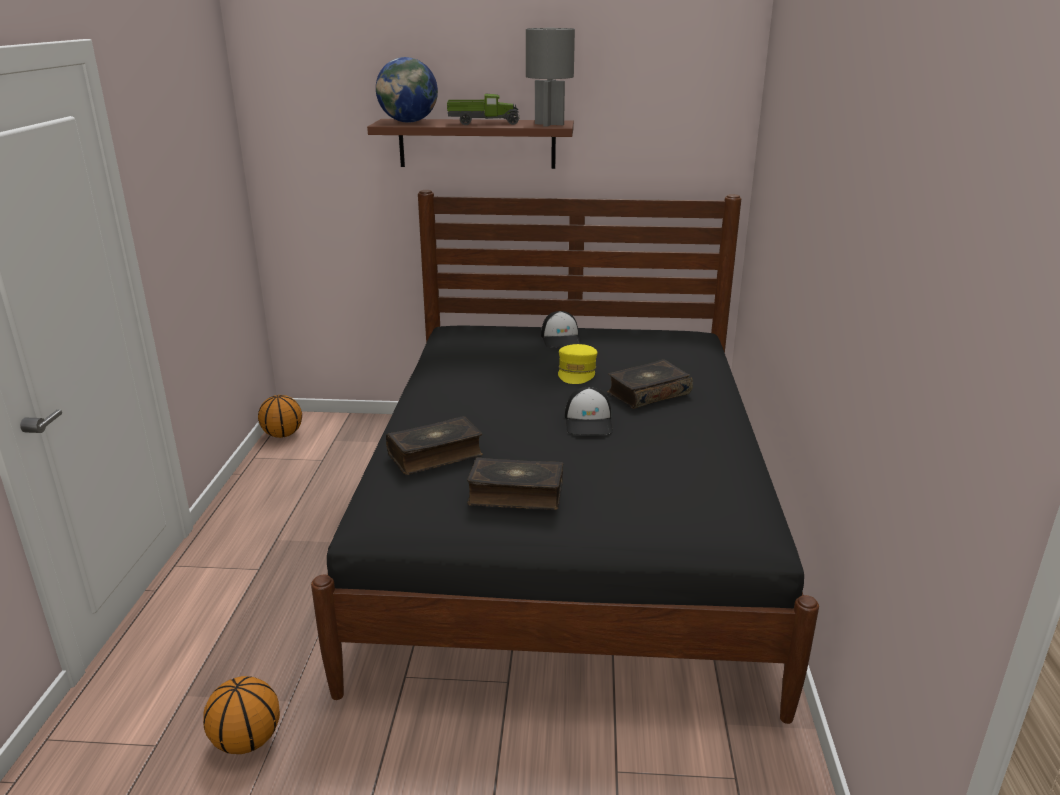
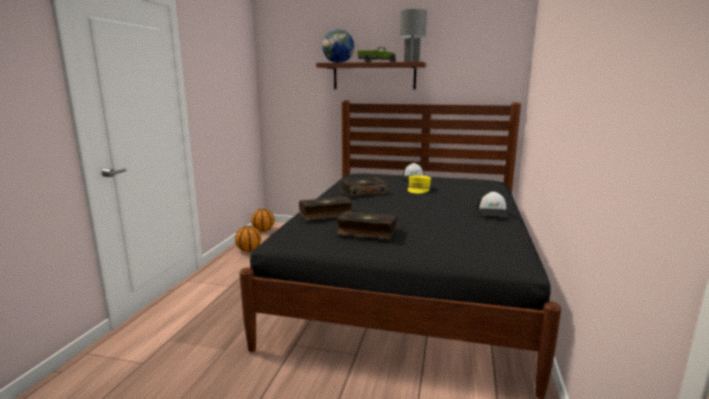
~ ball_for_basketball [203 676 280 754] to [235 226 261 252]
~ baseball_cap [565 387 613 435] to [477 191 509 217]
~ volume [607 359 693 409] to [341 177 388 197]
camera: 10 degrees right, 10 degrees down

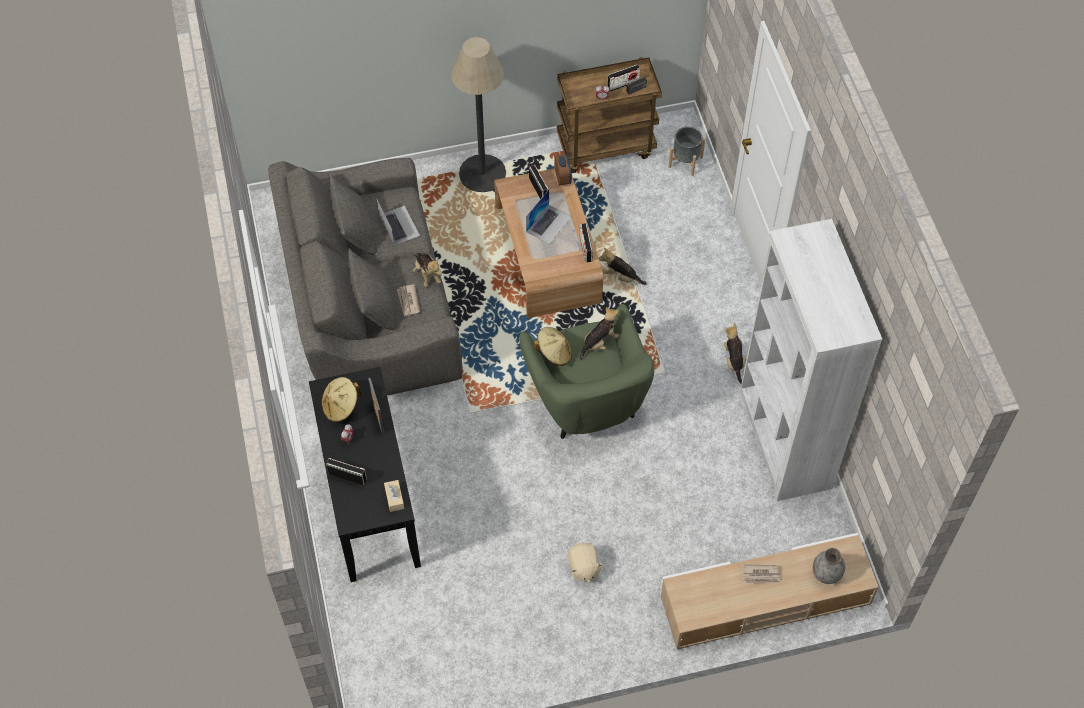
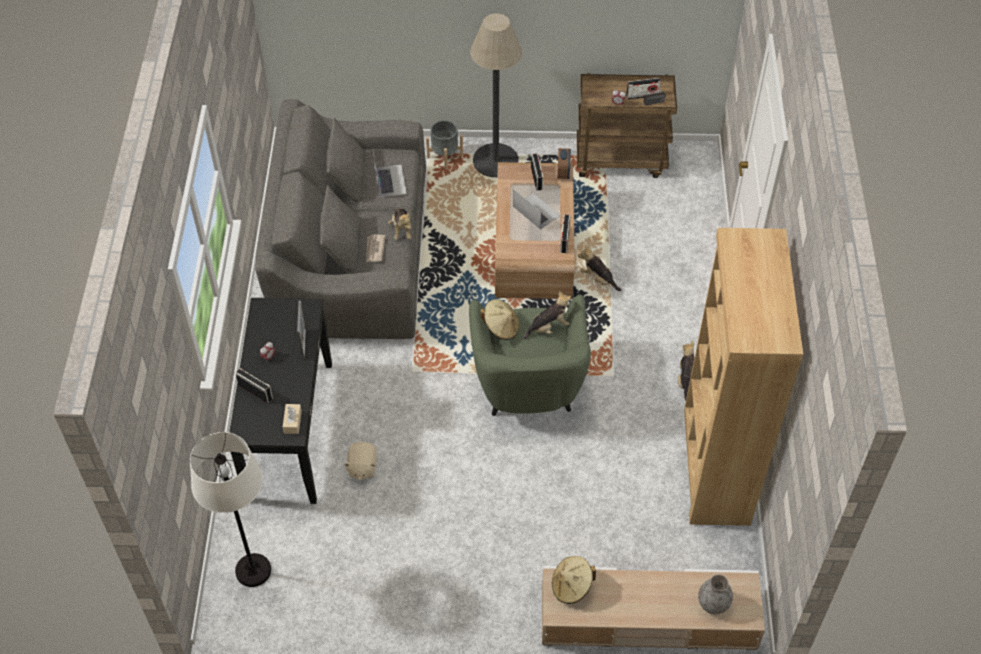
~ beige_wearable_hat [322 377 361 422] to [552 556 596 604]
~ portable_computer [526 189 571 244] = [513 189 560 230] 90 degrees counterclockwise
~ beige_cuddly_toy [568 543 603 583] to [344 442 377 480]
~ gray_plant_pot [668 127 705 176] to [426 120 463 170]
~ white_bookshelf [740 219 882 501] to brownish_bookshelf [684 228 803 526]
- newspaper [743 564 780 583]
+ white_floor_lamp [190 432 271 587]
camera: 15 degrees right, 5 degrees down

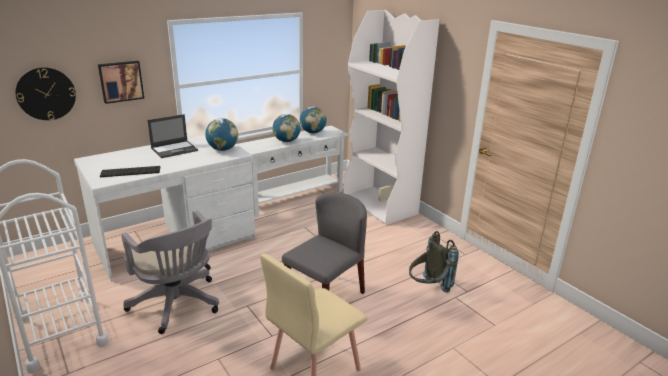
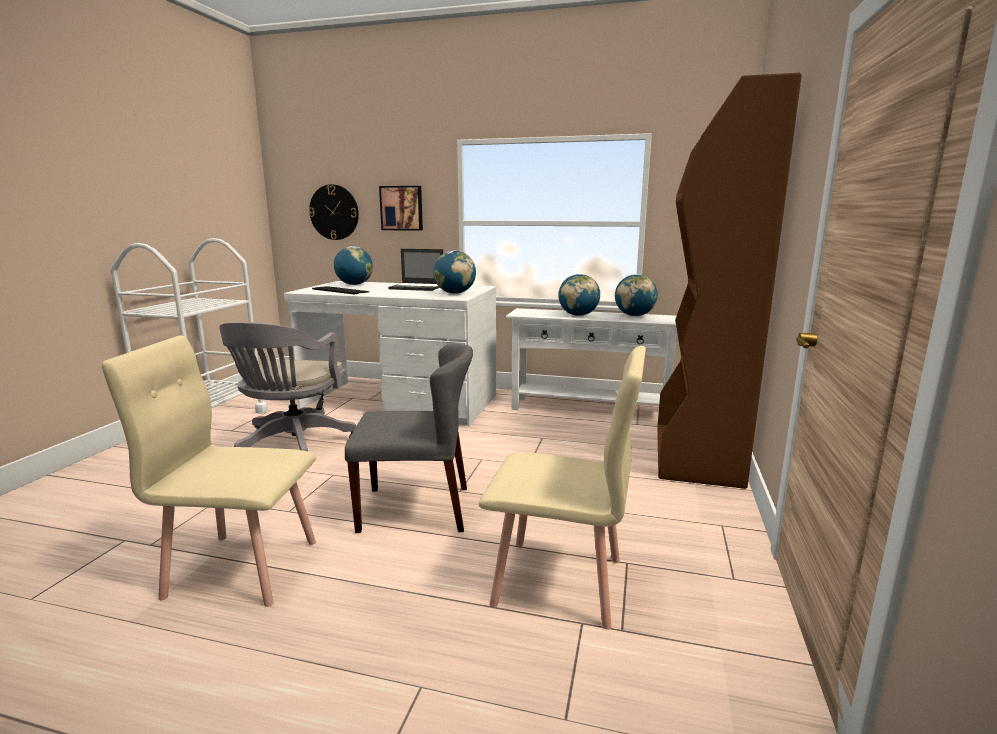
~ white_bookshelf [343 10 440 225] to brownish_bookshelf [657 73 802 489]
~ gray_backpack [409 231 459 293] to beige_plain_chair [479 346 646 630]
+ desk_globe [334 246 373 285]
camera: 50 degrees right, 10 degrees down

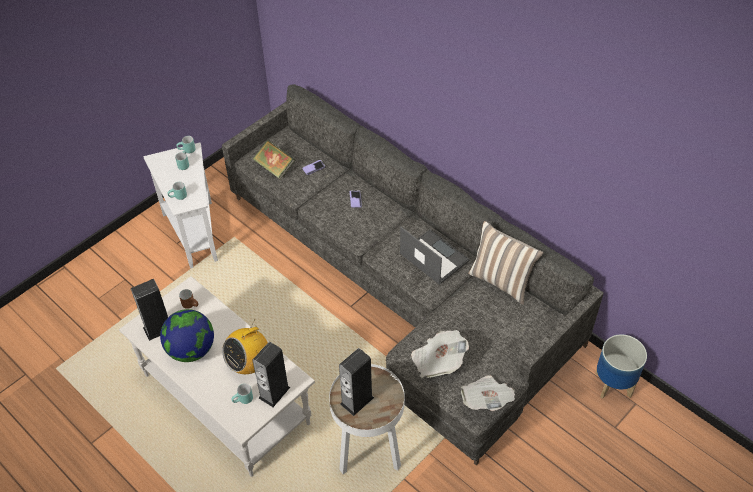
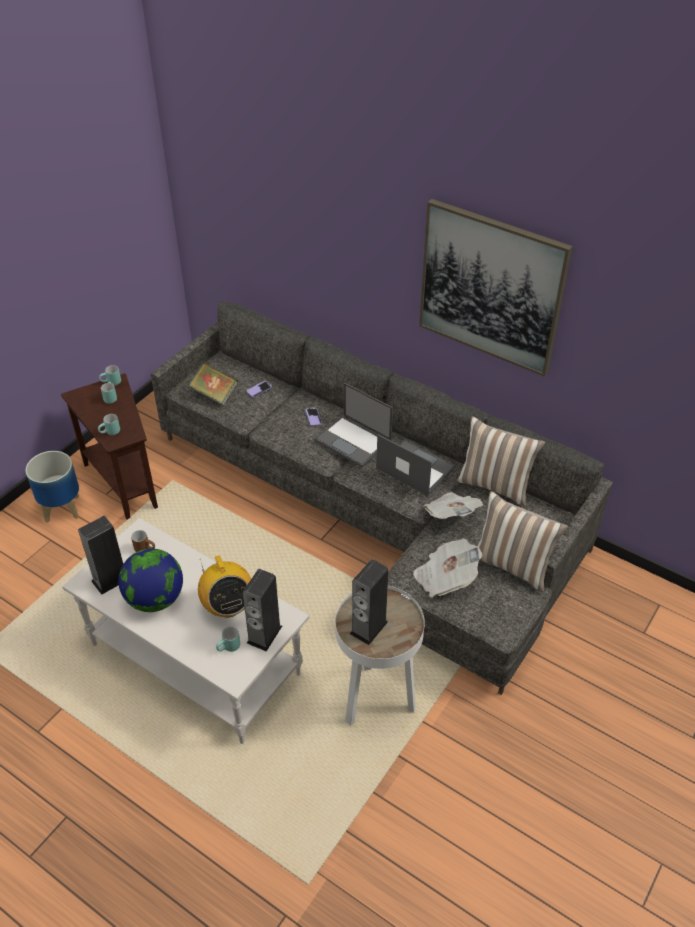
~ white_accent_table [144 143 218 269] to brownish_accent_table [61 373 158 520]
~ radio_set [222 319 268 374] = [198 556 251 617] 60 degrees counterclockwise
~ newspaper [461 375 515 411] to [424 492 483 519]
~ plant_pot [595 334 647 399] to [26 451 79 523]
+ portable_computer [315 382 393 468]
+ picture [419 199 573 377]
+ pillow [477 491 568 592]
camera: 10 degrees left, 5 degrees down

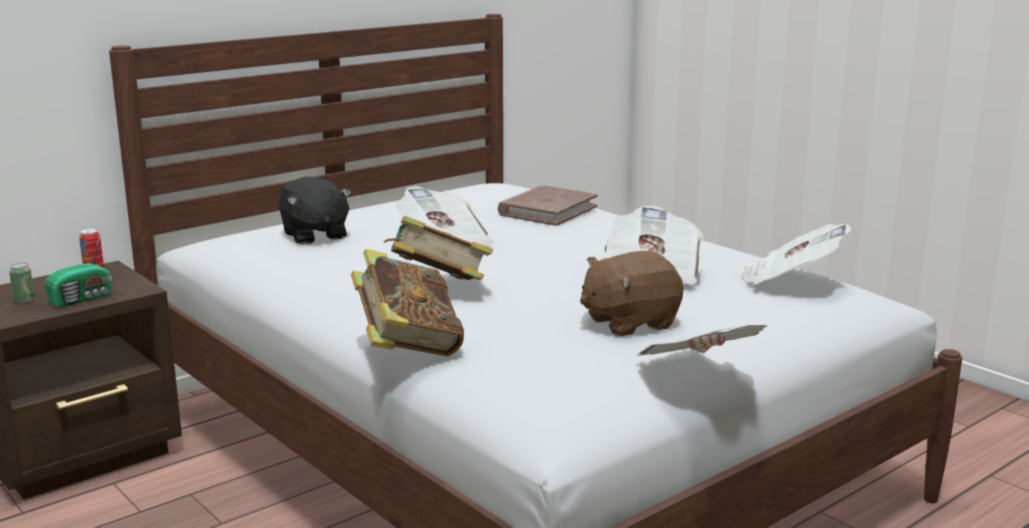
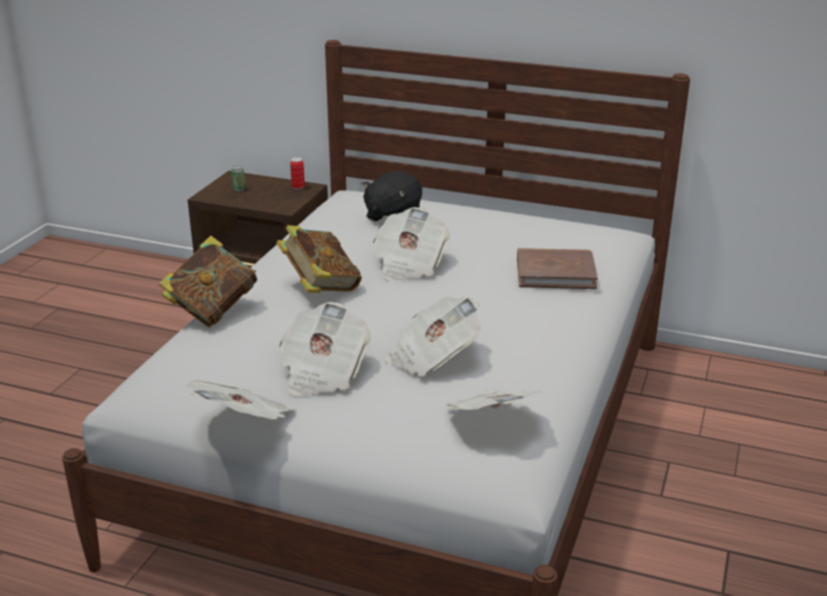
- radio_set [45 233 112 308]
~ brownish_cuddly_toy [580 251 683 336] to newspaper [279 302 371 397]
camera: 60 degrees right, 10 degrees up

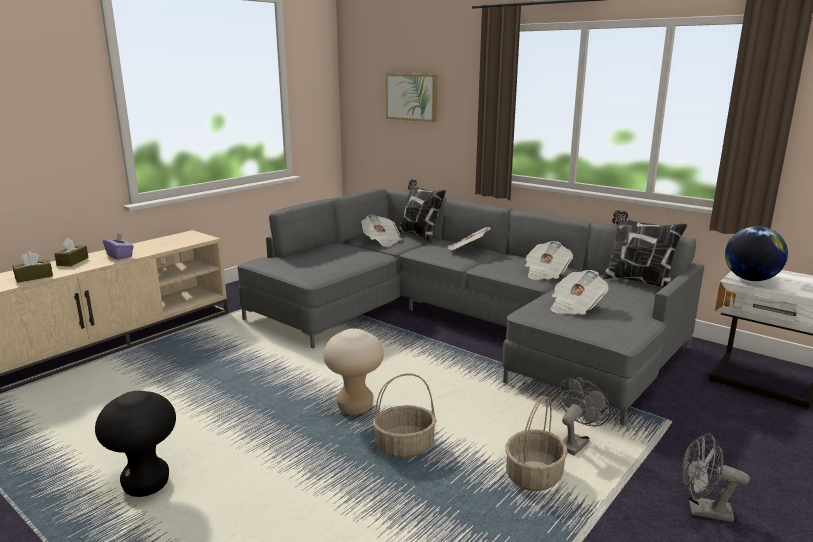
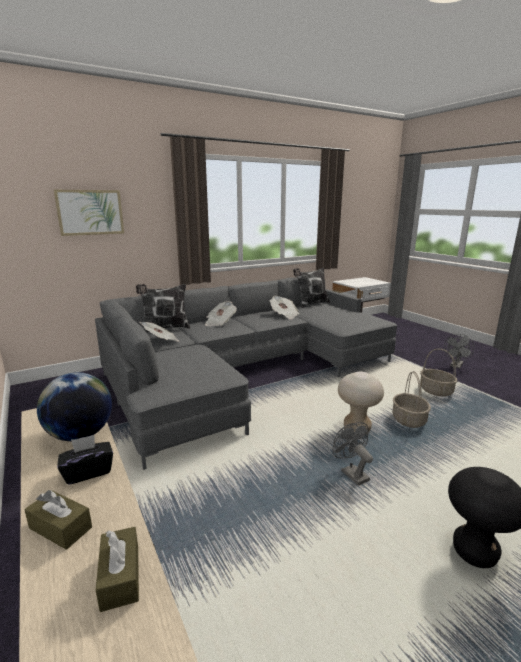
~ purple-coloured_tissue_box [103 233 134 260] to blackish_tissue_box [57 435 113 485]
- newspaper [551 270 608 315]
~ gray_cooling_fan [558 377 610 456] to [333 422 373 485]
~ desk_globe [725 226 788 281] to [37 372 112 441]
camera: 70 degrees left, 0 degrees up

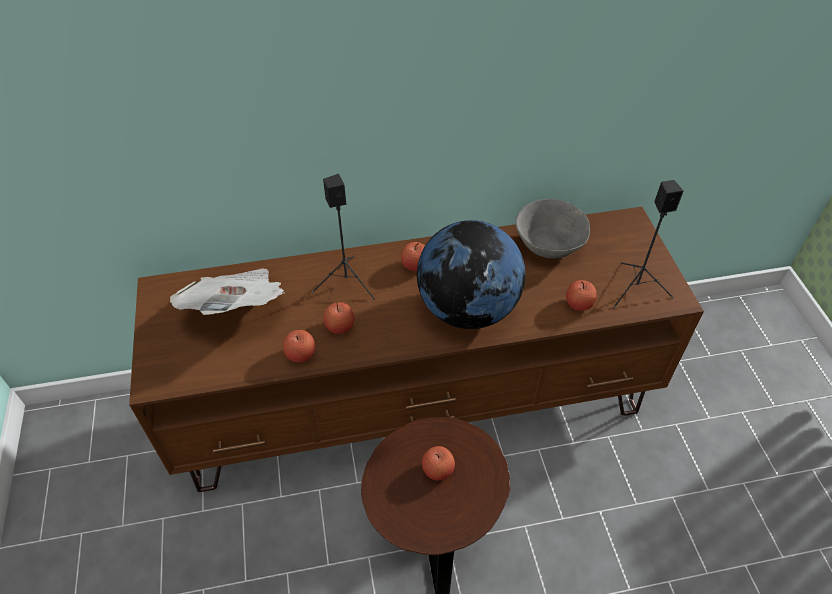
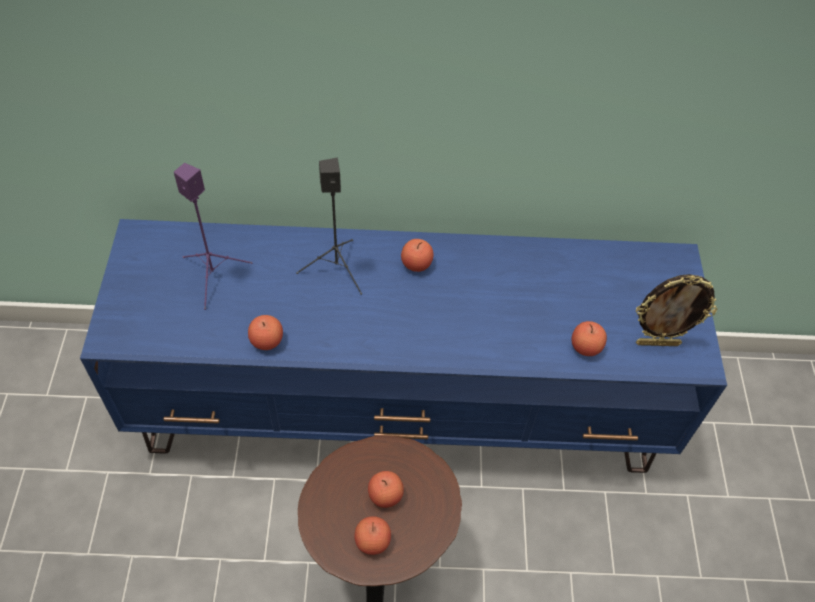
~ brownish_tv_stand [129 207 704 492] to bluish_tv_stand [80 219 727 473]
~ newspaper [170 268 285 315] to purple-coloured_speaker [174 163 253 310]
~ apple [323 302 354 334] to [354 516 391 555]
- desk_globe [417 220 526 329]
- gray_deep_dish [515 199 590 259]
~ blackish_speaker [613 180 684 309] to standing_frame [636 274 718 346]
camera: 10 degrees right, 5 degrees up

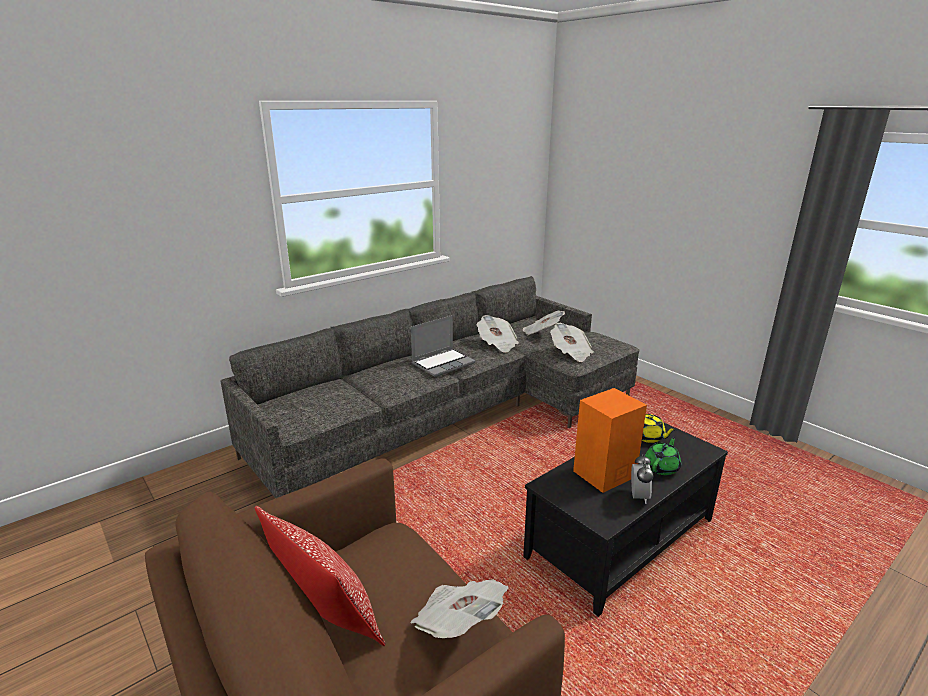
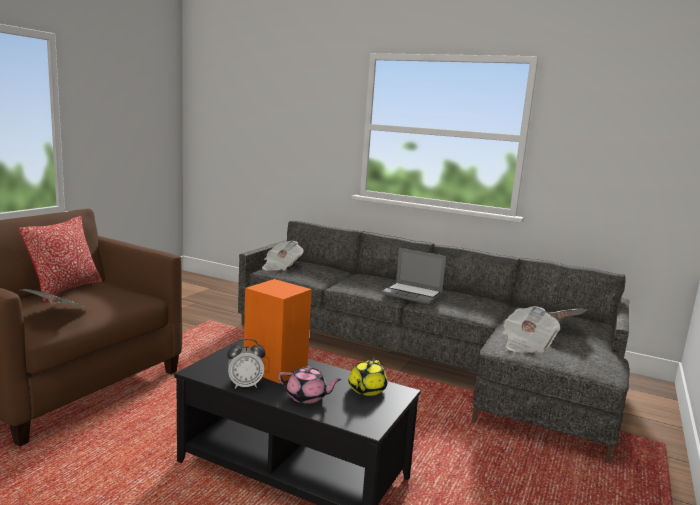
~ newspaper [477 315 519 353] to [262 241 303 270]
~ green_tea_pot [645 437 681 475] to pinkish_tea_pot [278 367 342 404]
camera: 65 degrees right, 10 degrees down

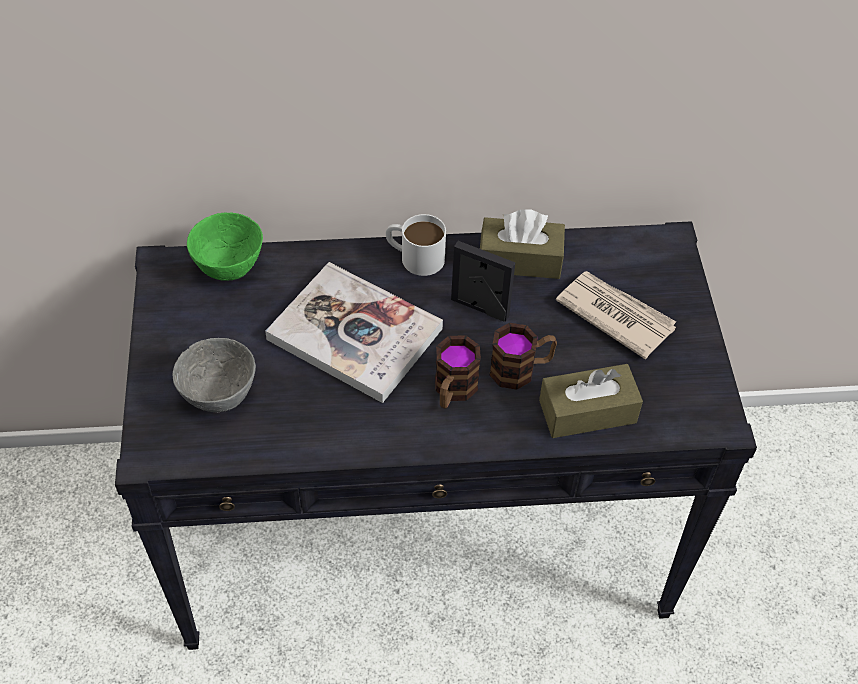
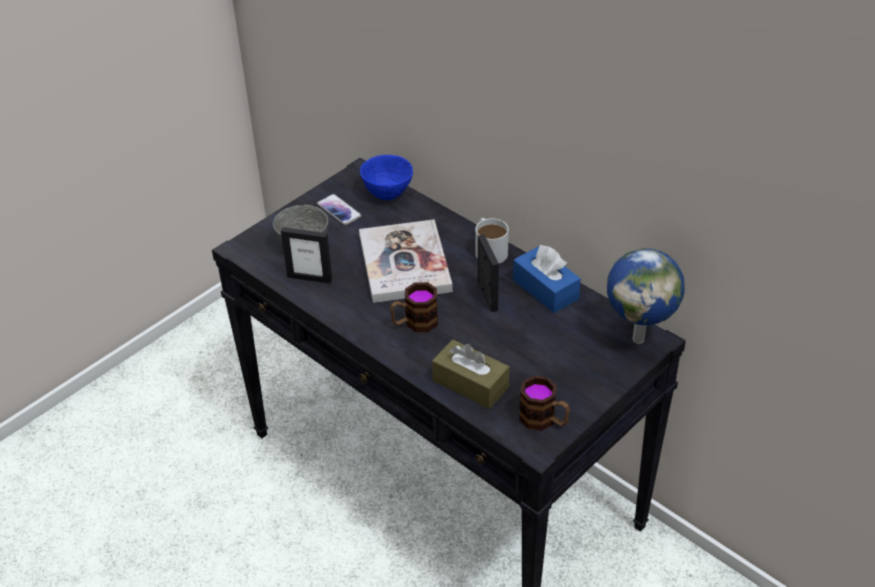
~ green_deep_dish [187 212 263 281] to bluish_deep_dish [360 155 413 200]
~ brownish_tissue_box [480 209 565 279] to bluish_tissue_box [513 245 581 313]
~ mug [489 323 557 390] to [519 375 570 431]
- newspaper [556 271 676 359]
+ standing_frame [281 227 332 284]
+ phone [317 194 362 225]
+ desk_globe [607 248 685 344]
camera: 50 degrees right, 10 degrees down

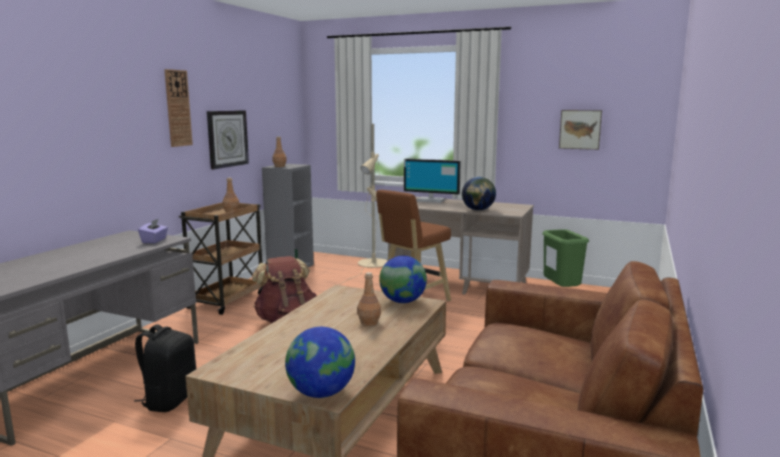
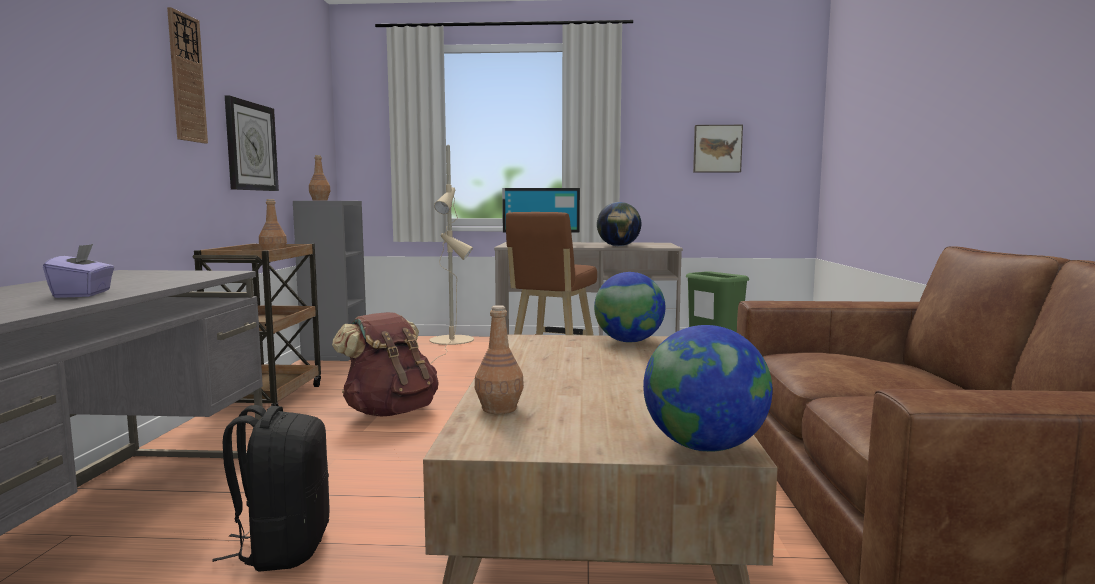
~ purple-coloured_tissue_box [138 219 168 243] to [43 244 114 298]
~ brownish_beverage_bottle [357 272 381 326] to [475 305 524 414]
camera: 20 degrees left, 5 degrees down

